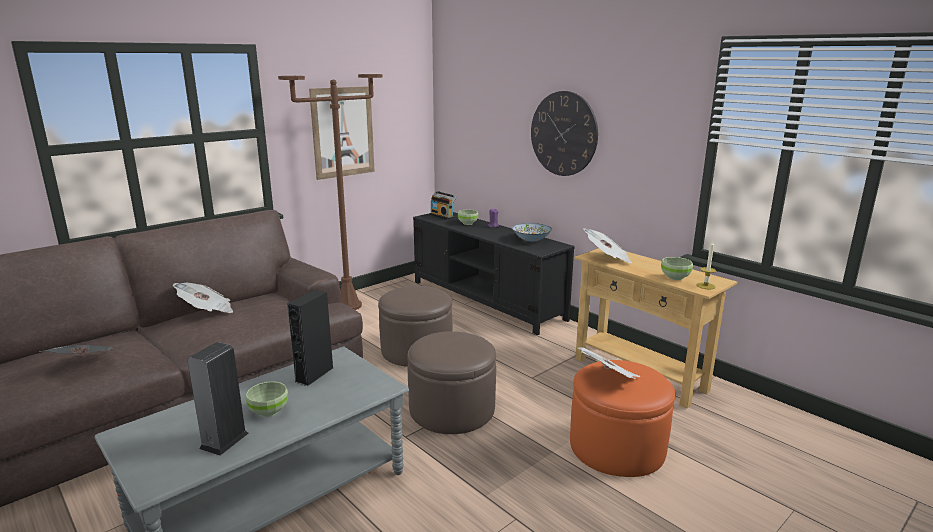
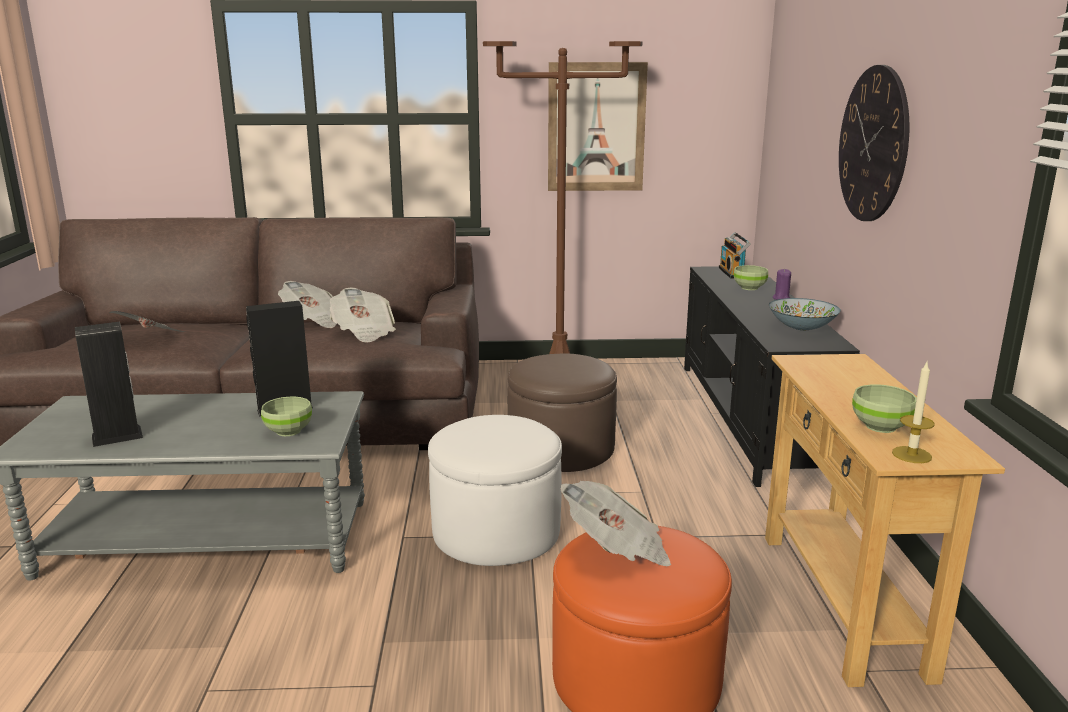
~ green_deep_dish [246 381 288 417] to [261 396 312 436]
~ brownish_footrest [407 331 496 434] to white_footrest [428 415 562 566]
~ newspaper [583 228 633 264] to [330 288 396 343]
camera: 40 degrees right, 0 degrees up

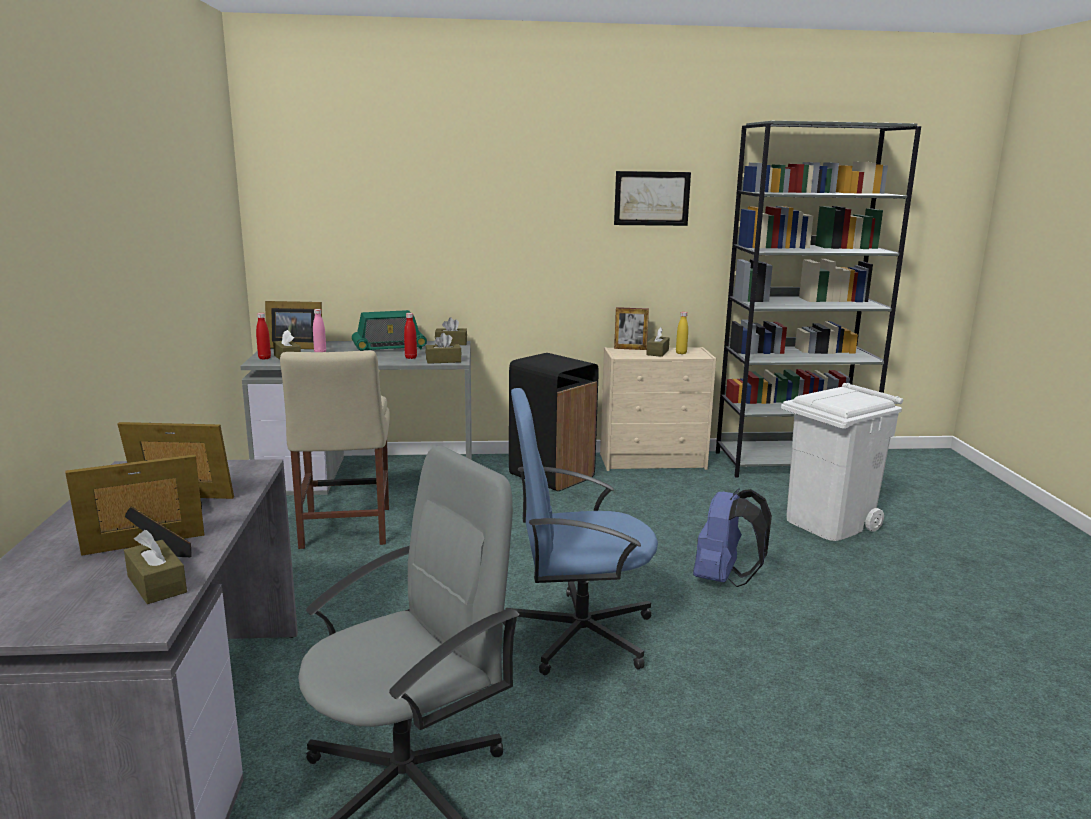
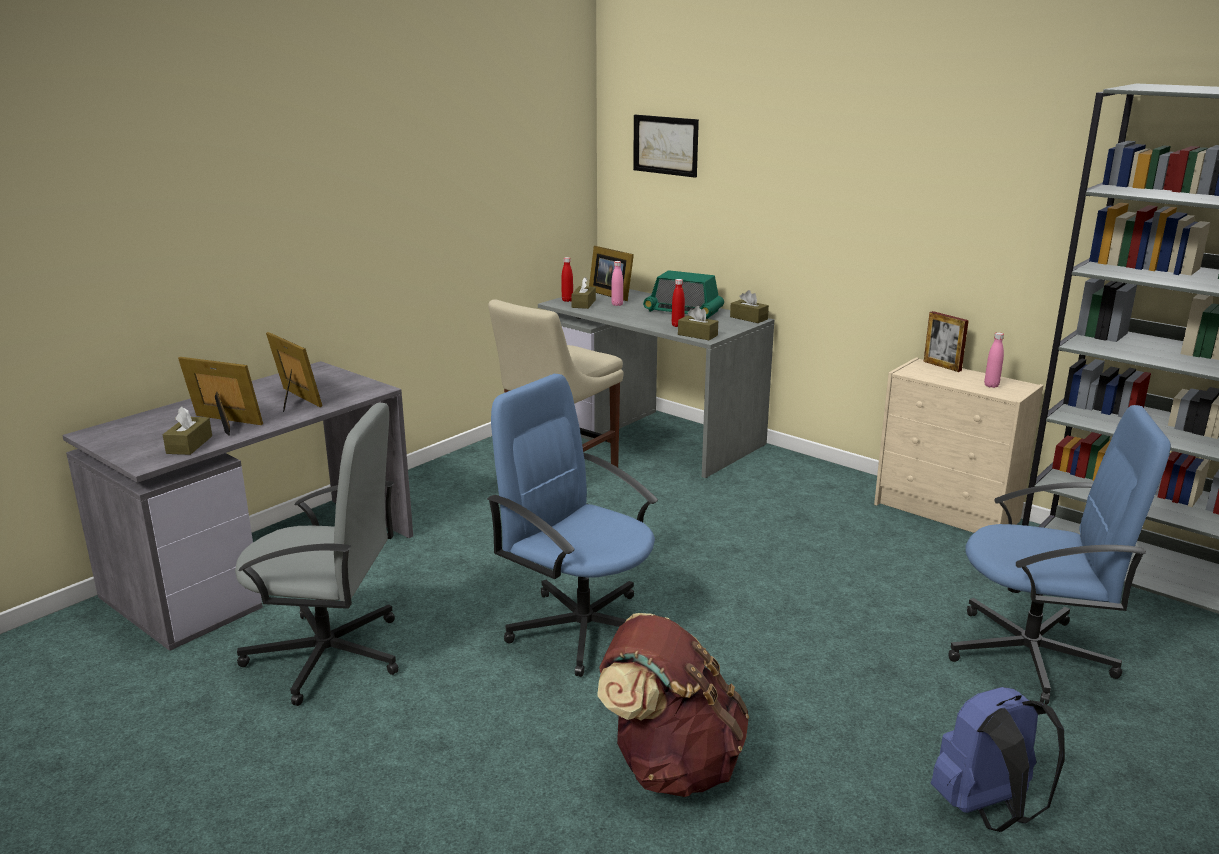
- blackish_rubbish_bin [509 353 599 491]
~ picture [614 171 691 226] to [633 115 699 178]
- brownish_tissue_box [646 327 669 357]
~ yellow_beverage_bottle [676 312 688 354] to pinkish_beverage_bottle [984 332 1004 388]
~ bluish_backpack [693 488 772 587] to [931 687 1065 832]
~ white_rubbish_bin [781 383 903 541] to bluish_office_chair [948 405 1171 705]
+ brownish_backpack [597 613 749 797]
camera: 45 degrees right, 5 degrees up

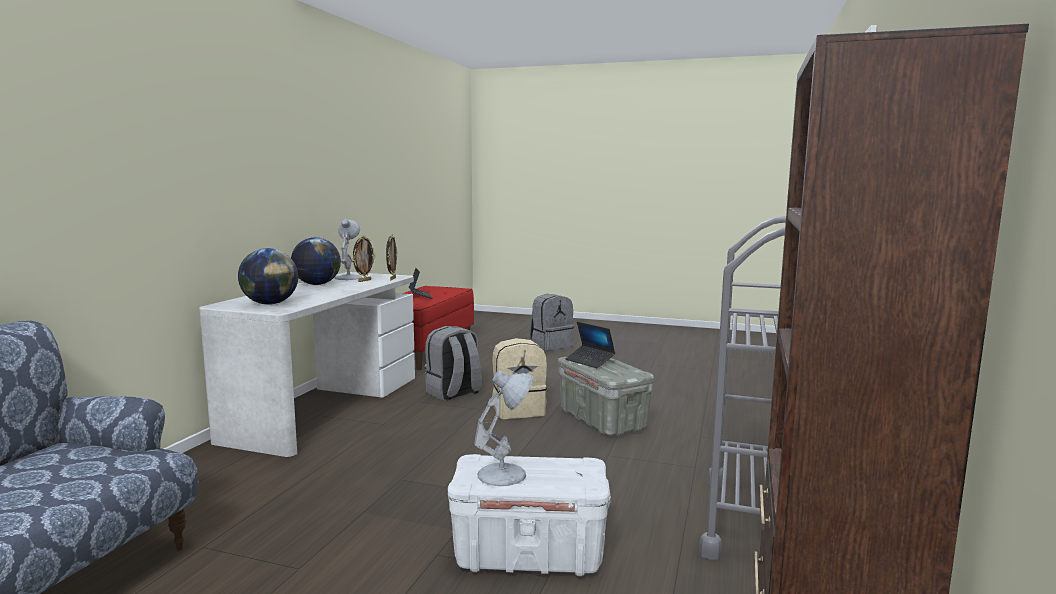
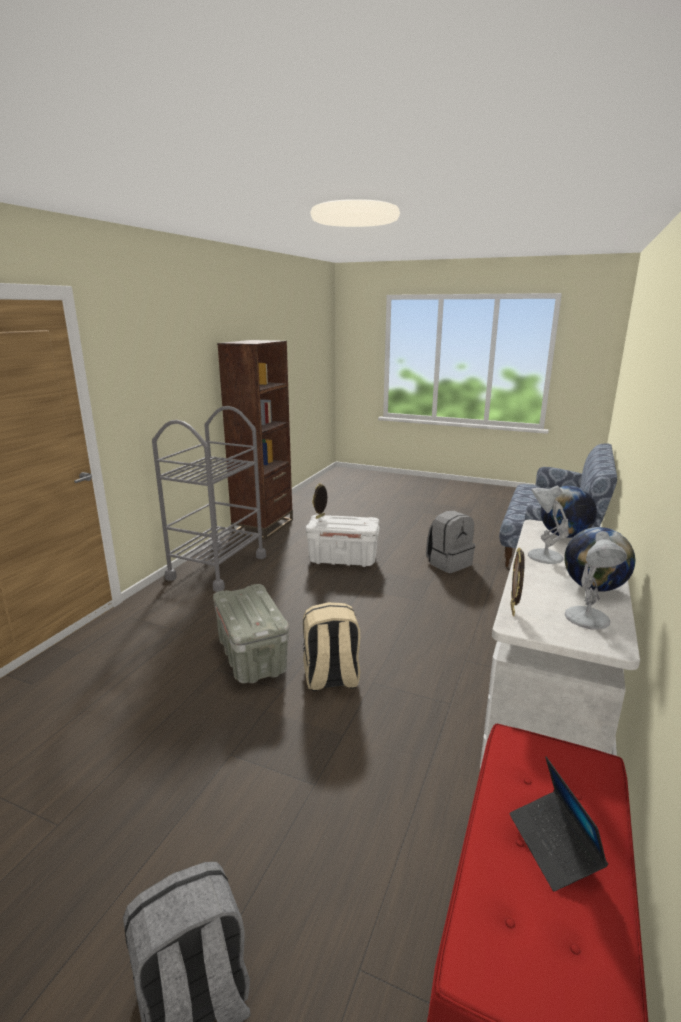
~ standing_frame [352 235 376 282] to [312 483 327 519]
~ gray_backpack [424 326 482 400] to [426 511 475 573]
~ white_table_lamp [474 371 533 486] to [528 486 569 564]
- portable_computer [566 322 615 368]
camera: 175 degrees left, 10 degrees up

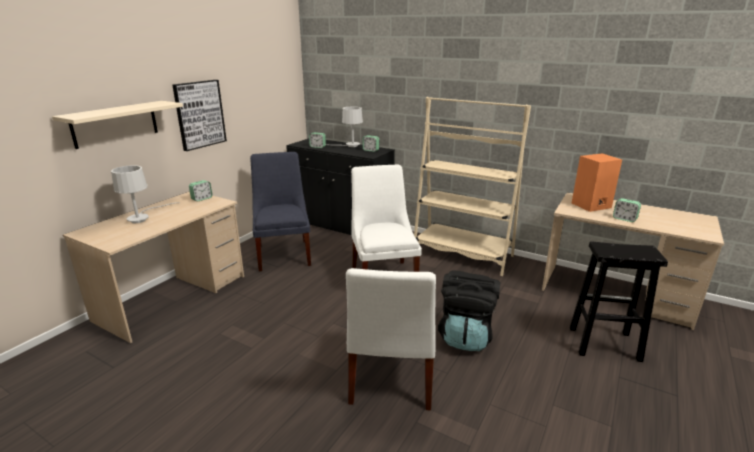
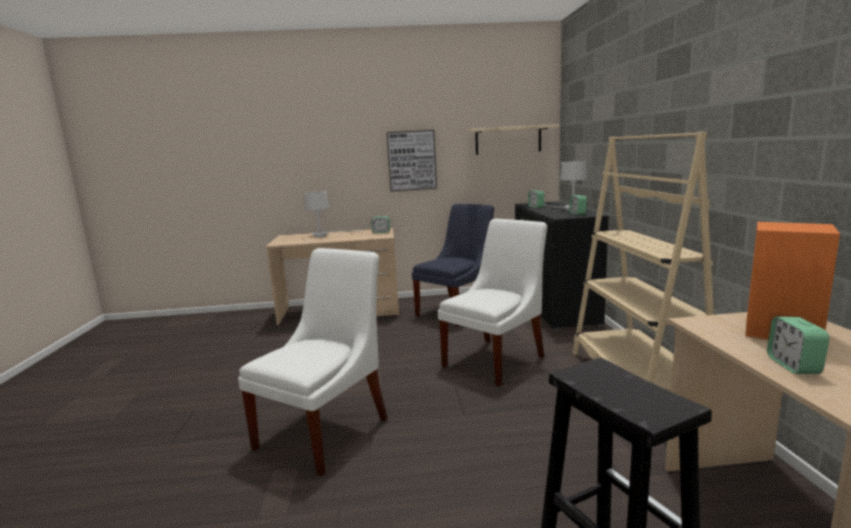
~ beige_wall_shelf [52 101 183 149] to [466 124 559 155]
~ white_plain_chair [346 268 436 410] = [238 248 388 476] 150 degrees clockwise
- blackish_backpack [438 270 500 351]
camera: 55 degrees right, 10 degrees down

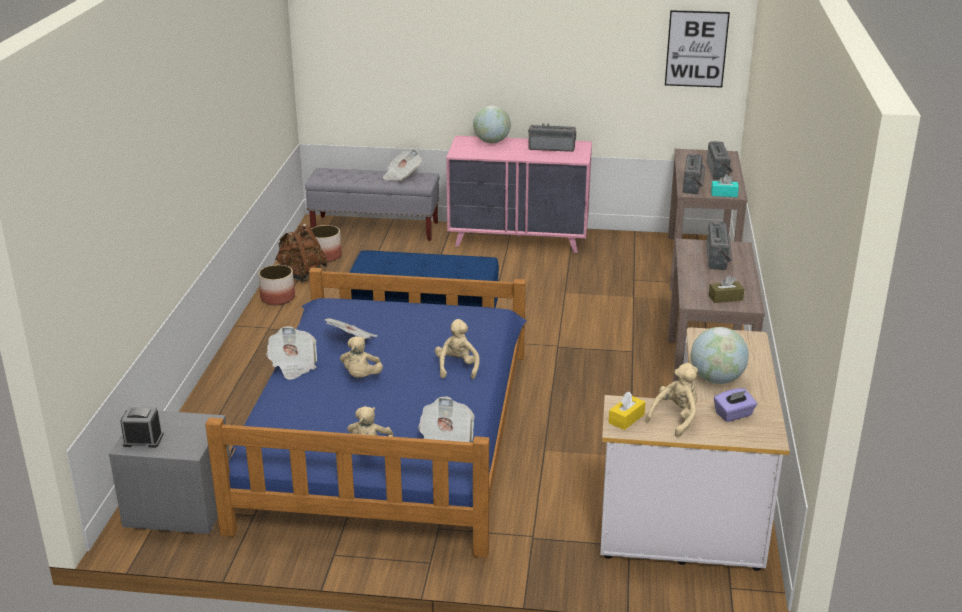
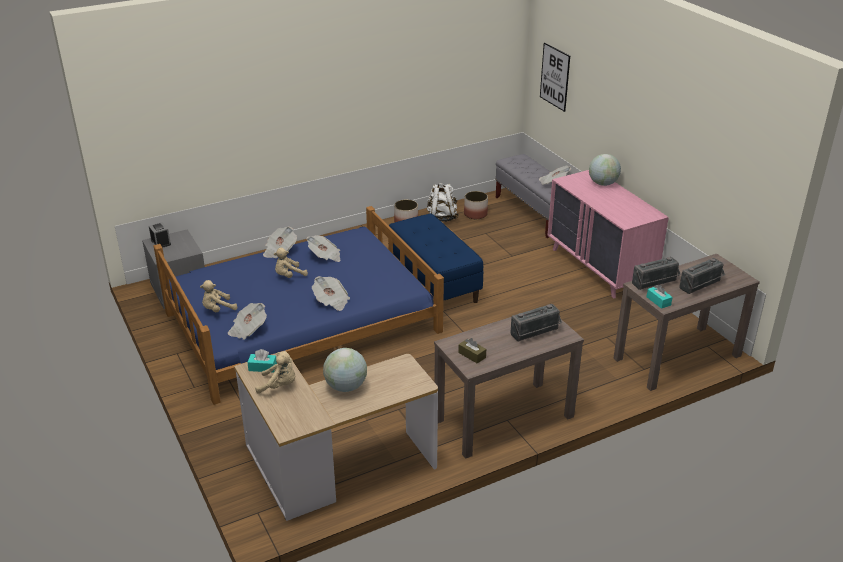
~ brownish_backpack [275 224 327 282] to white_backpack [427 183 459 222]
~ beige_cuddly_toy [435 319 479 379] to newspaper [312 276 350 311]
- radio_set [528 123 576 152]
~ yellow_tissue_box [608 391 646 430] to blue-green_tissue_box [247 349 277 373]
~ picture [665 10 730 88] to [540 43 570 112]
- purple-coloured_tissue_box [714 388 757 422]
camera: 55 degrees right, 5 degrees up

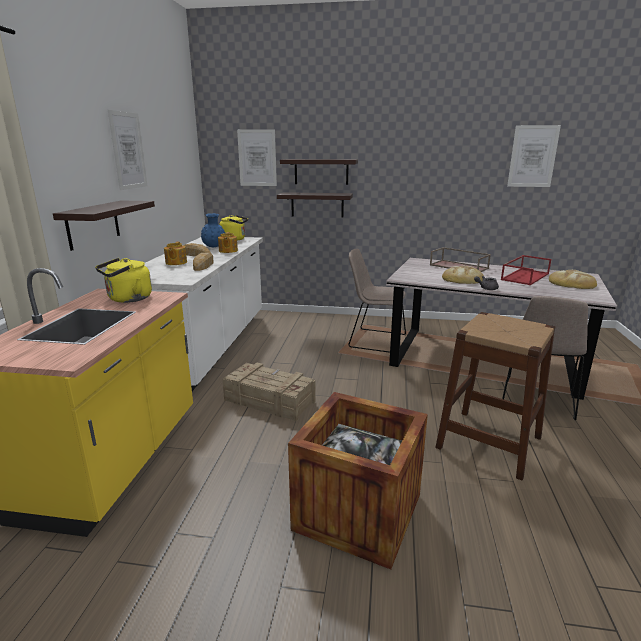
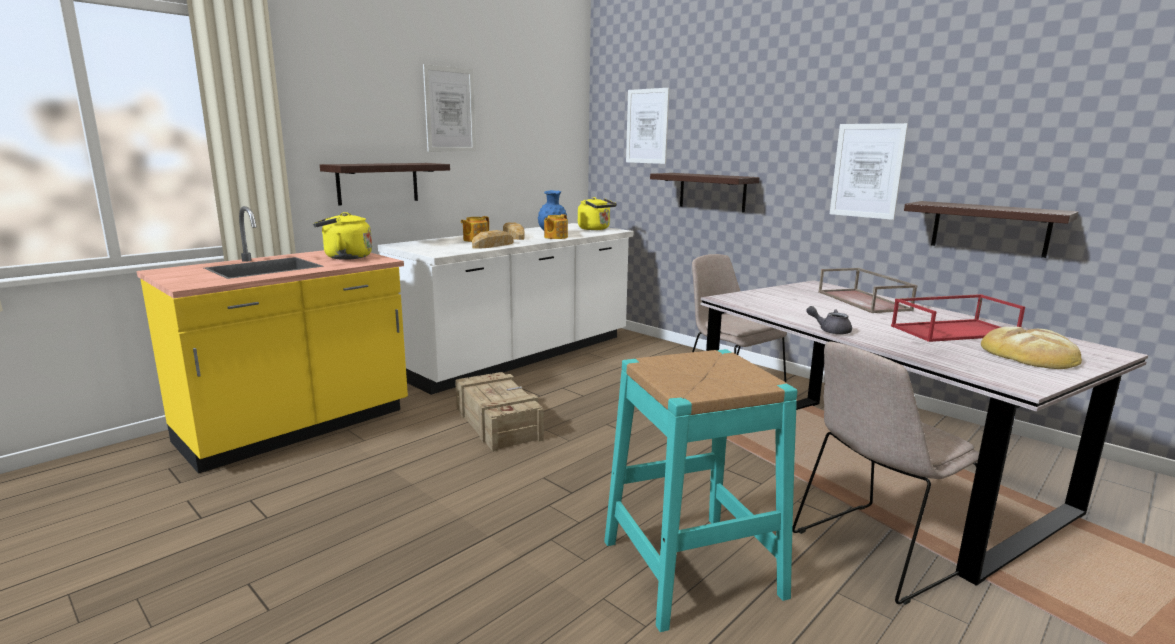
~ wall_shelf [280 159 358 185] to [904 201 1078 258]
- crate [288 392 428 570]
~ brownish_sitting_stool [435 312 555 480] to blue-green_sitting_stool [604 349 797 632]
- bakery_bread [442 266 484 284]
~ picture [507 125 561 187] to [830 123 908 220]
camera: 35 degrees right, 5 degrees down

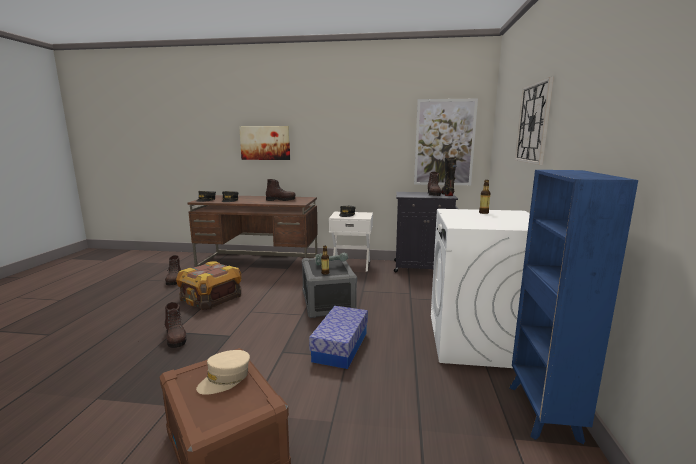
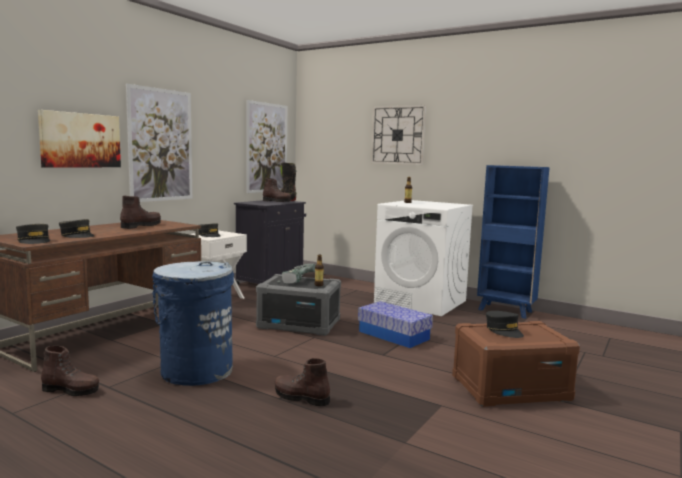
~ brownish_tall_boot [164 302 186 348] = [275 358 330 406] 150 degrees counterclockwise
~ crate [176 261 241 310] to bluish_rubbish_bin [152 261 234 386]
~ beige_baseball_cap [196 350 250 395] to blackish_baseball_cap [486 311 524 338]
+ picture [126 84 192 202]
camera: 65 degrees left, 5 degrees down

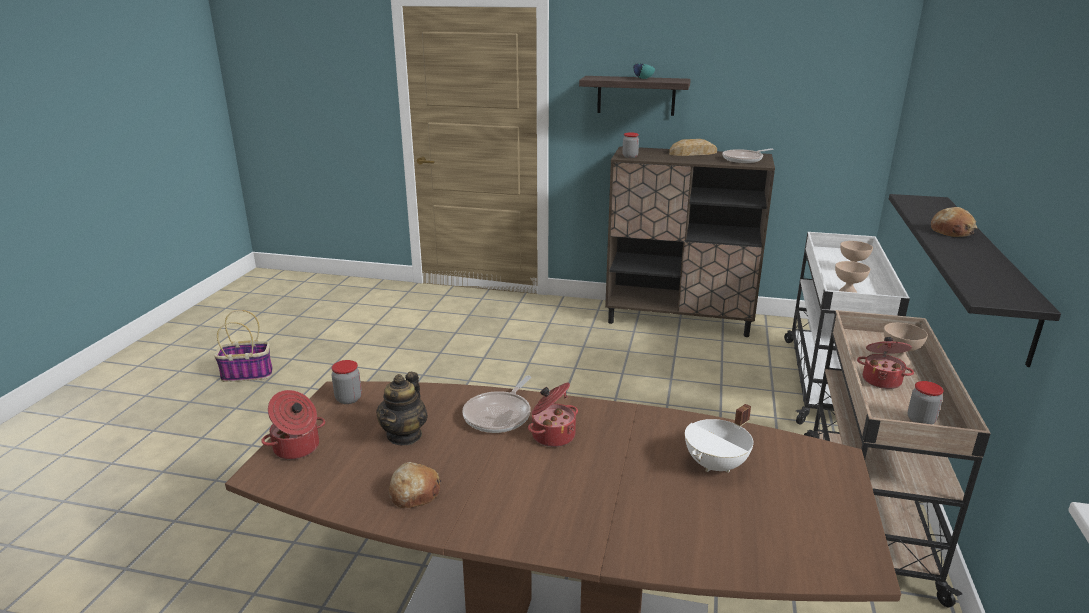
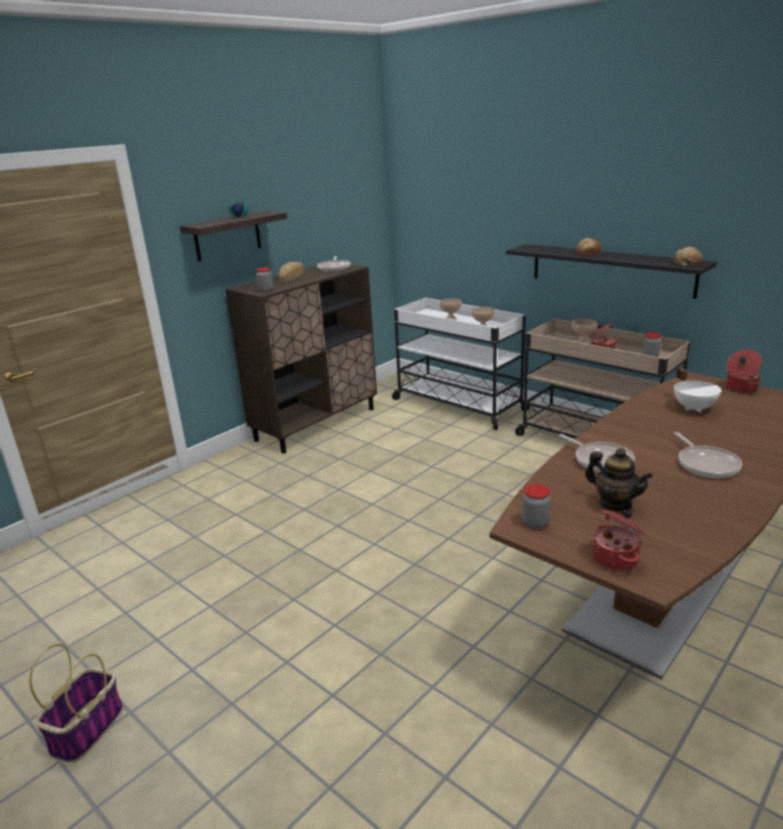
~ bakery_bread [389 462 441 508] to [673 247 702 266]
~ stockpot [528 382 578 447] to [726 350 762 394]
+ skillet [674 432 743 478]
camera: 60 degrees left, 0 degrees up

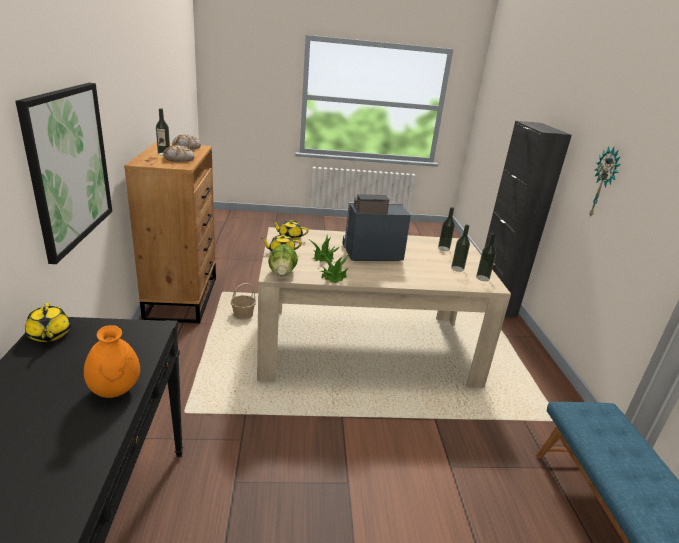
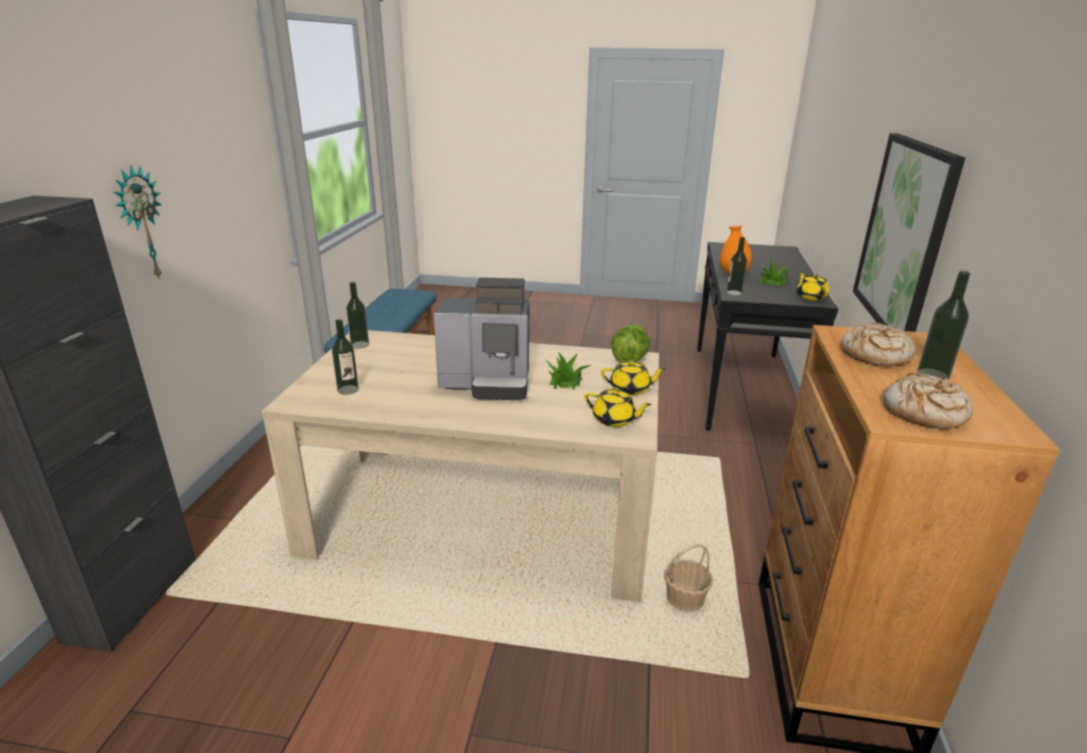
~ plant_in_a_pot [321 254 349 283] to [759 258 790 286]
~ beverage_bottle [451 224 470 272] to [726 237 747 296]
camera: 165 degrees left, 0 degrees up

